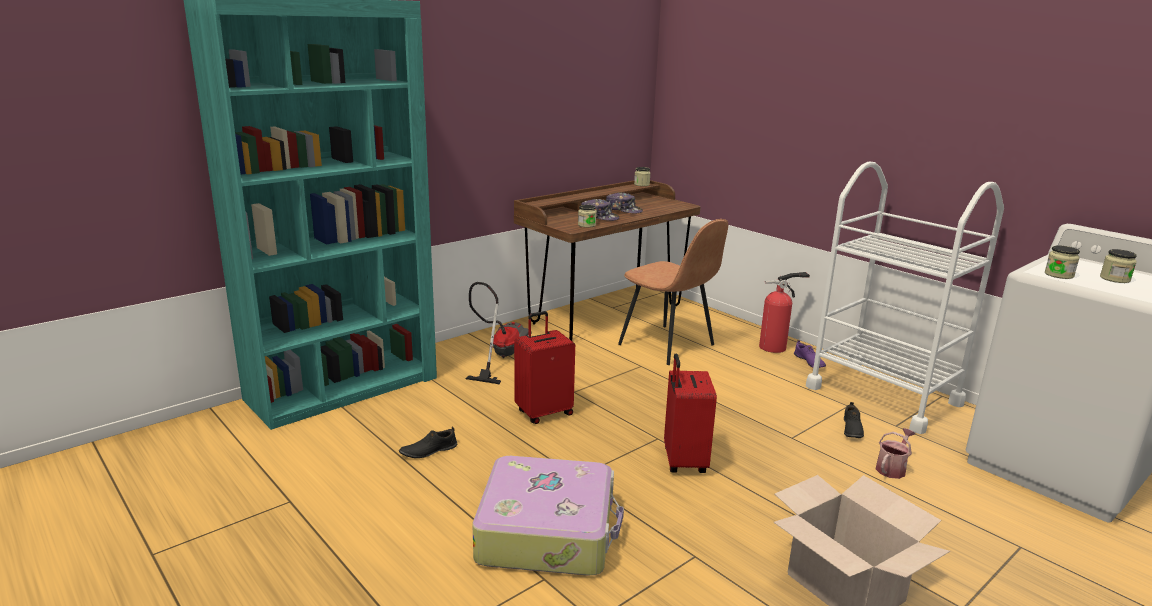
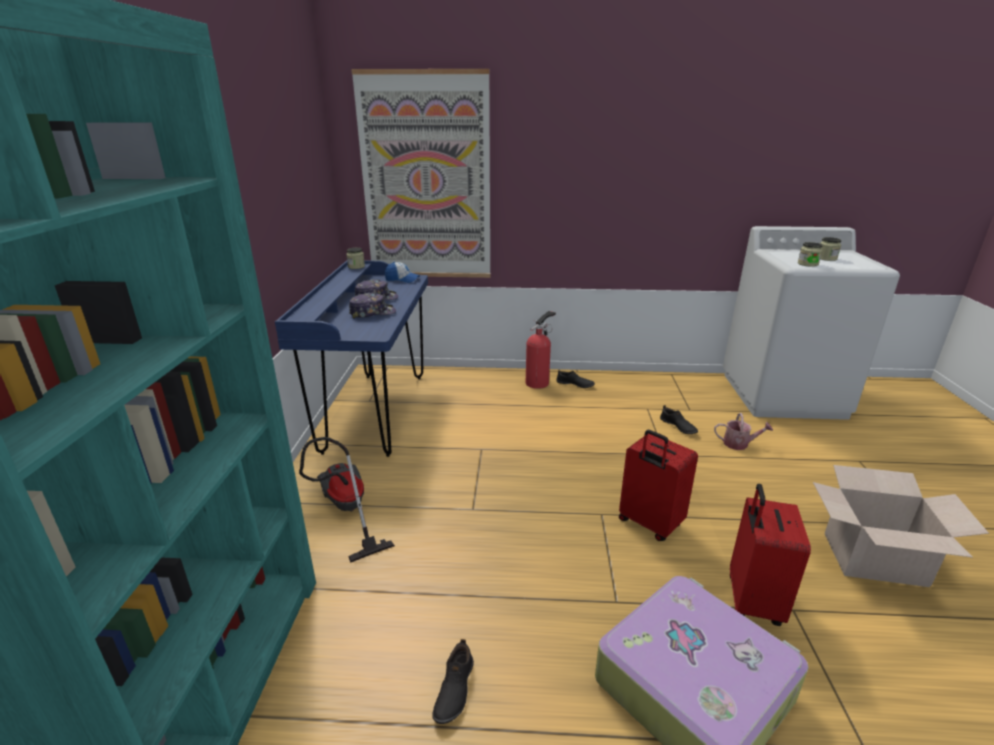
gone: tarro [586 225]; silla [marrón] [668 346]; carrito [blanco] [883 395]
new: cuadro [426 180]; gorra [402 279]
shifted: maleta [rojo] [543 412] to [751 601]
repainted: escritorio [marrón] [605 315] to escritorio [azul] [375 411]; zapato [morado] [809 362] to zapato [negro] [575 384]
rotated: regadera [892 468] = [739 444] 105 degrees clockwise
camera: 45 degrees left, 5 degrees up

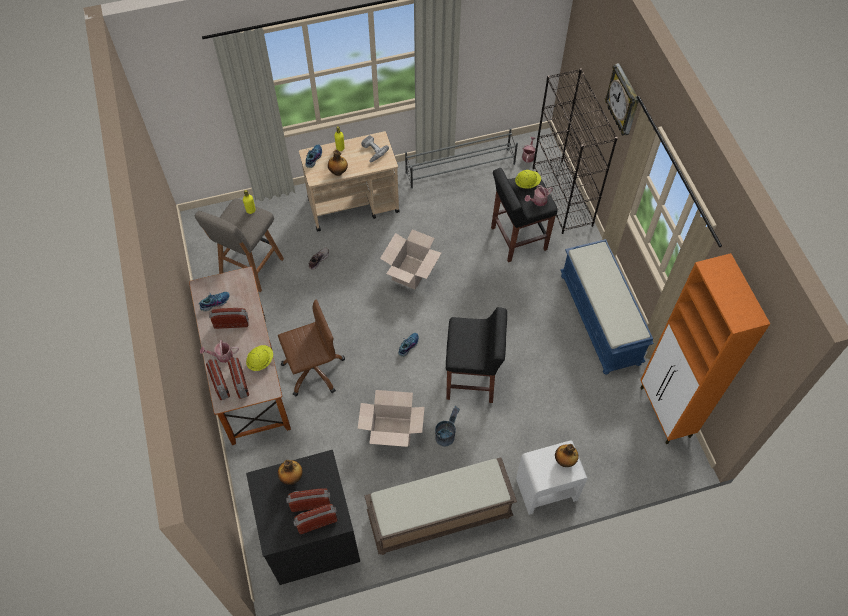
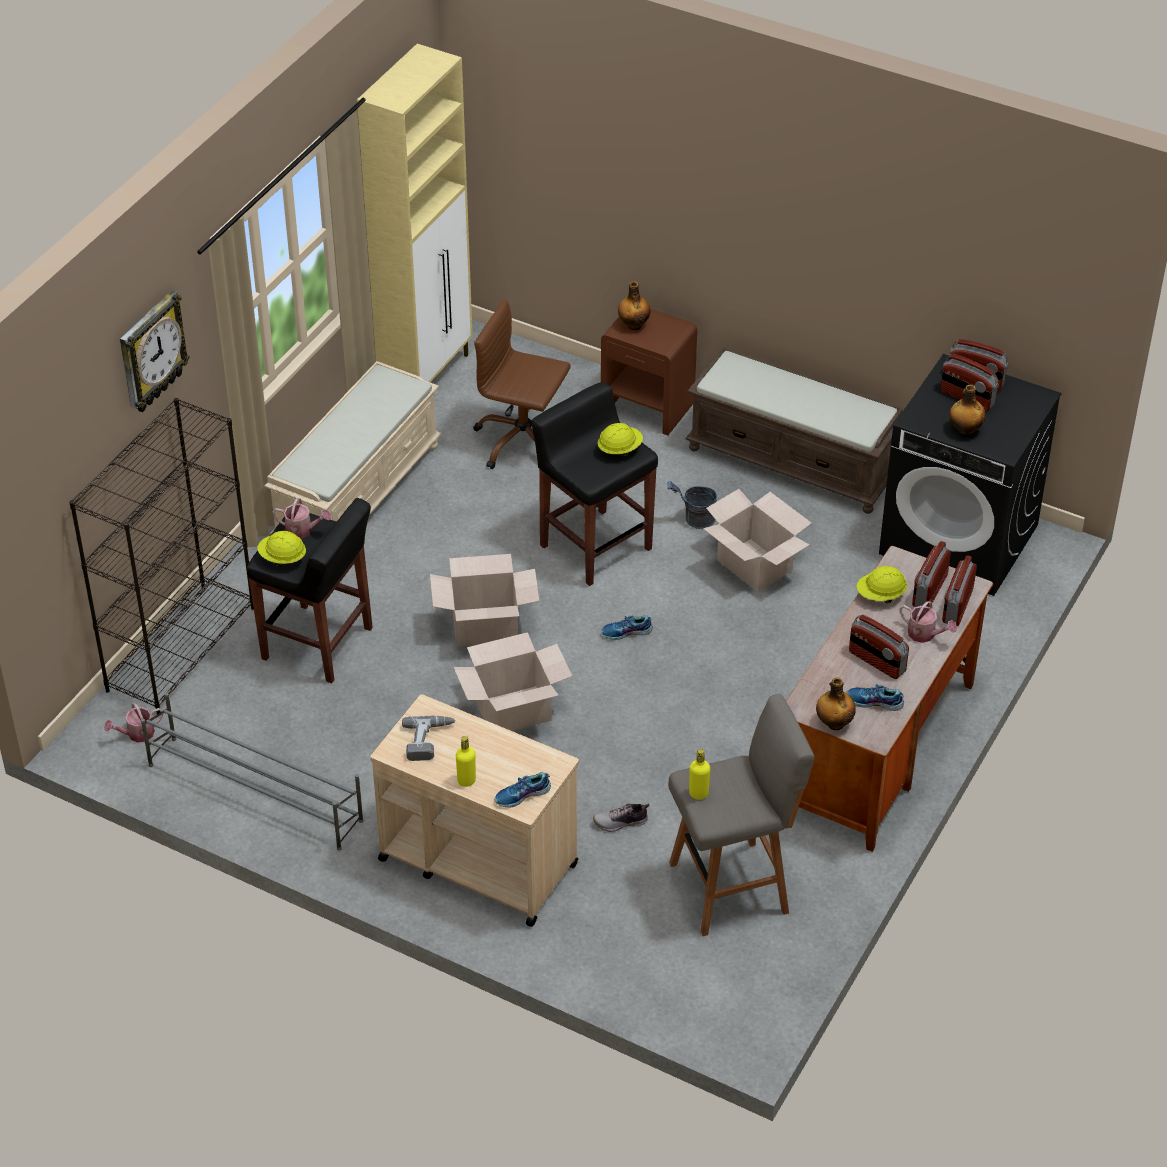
new: caja de cartón [485 627]; casco [amarillo] [620 449]
shifted: silla de oficina [marrón] [313 369] to [523 441]; botella [338 172] to [834 723]
repainted: mesita de noche [blanco] [546 489] to mesita de noche [marrón] [648 407]; banco [azul] [601 319] to banco [beis] [357 493]; armario [naranja] [665 413] to armario [beis] [427 375]
camera: 135 degrees left, 15 degrees down

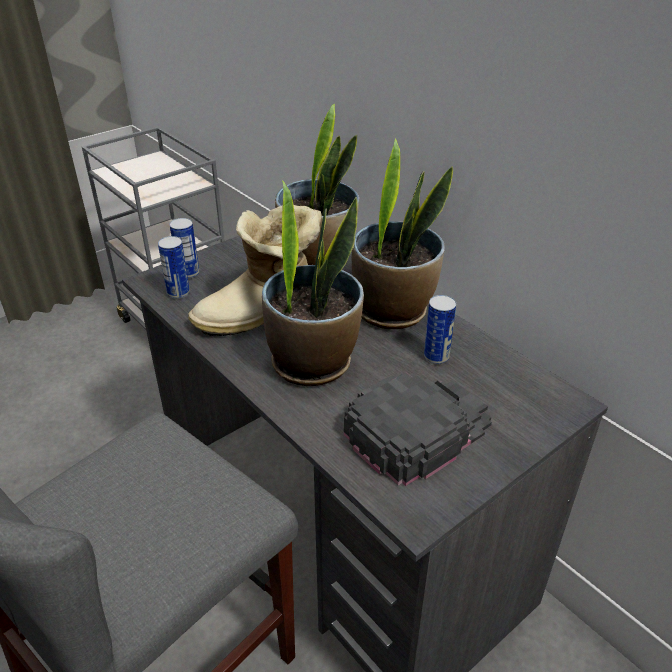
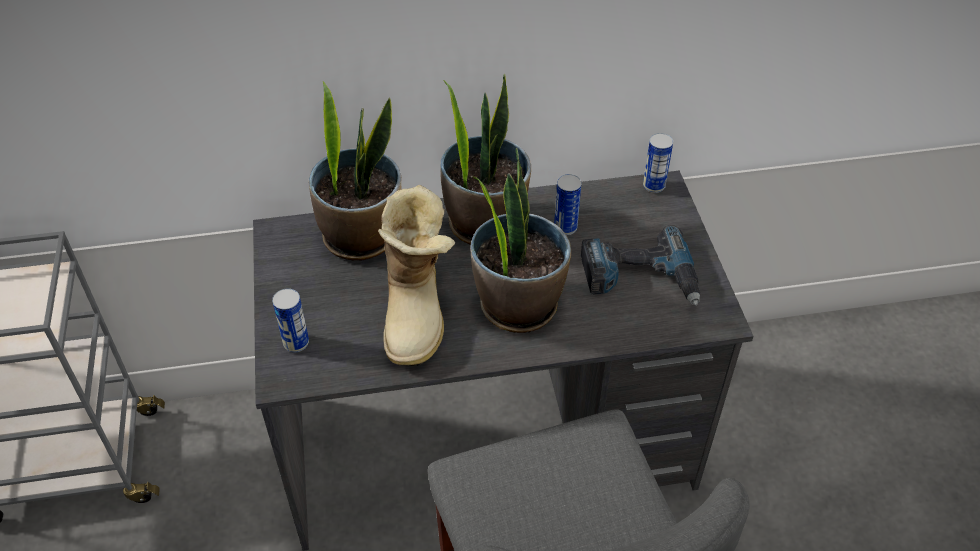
shifted: lata [178 293] to [654 186]
swapped: gorra [negro] [418 429] to taladro [639 278]
camera: 60 degrees left, 10 degrees up

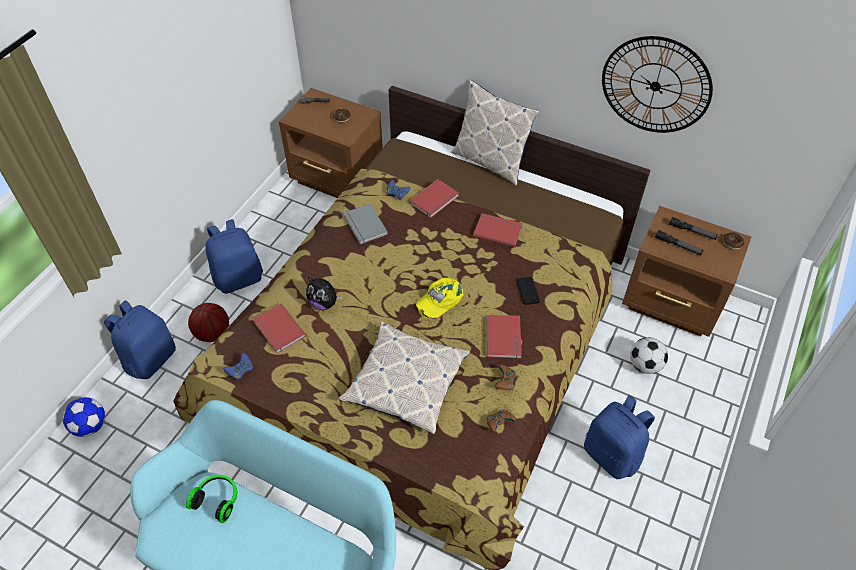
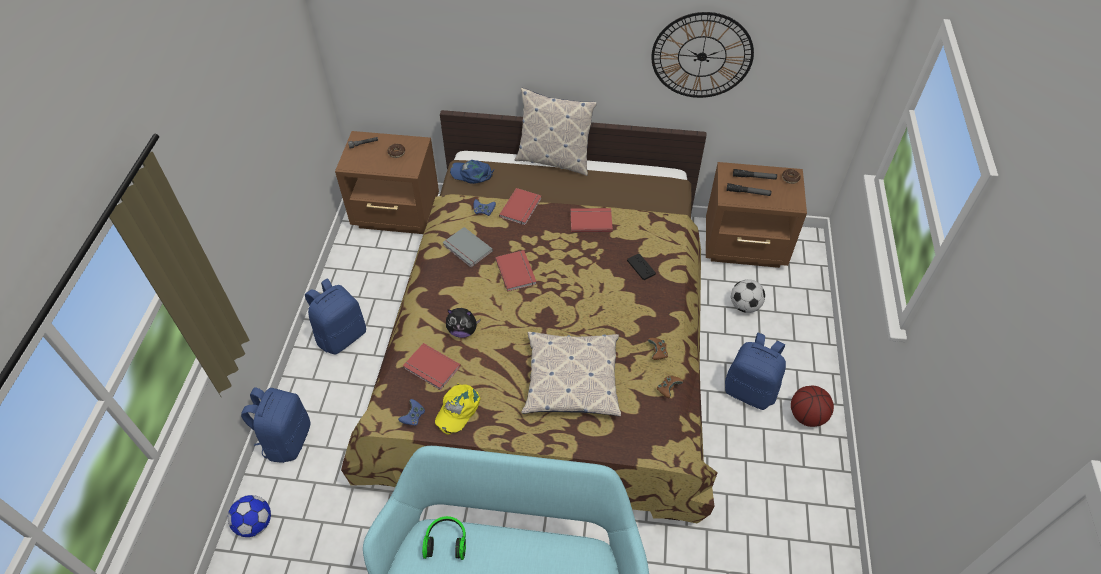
new: gorra [azul] [472 174]
shifted: balón de baloncesto [212 333] to [806 415]; gorra [amarillo] [440 299] to [457 409]; libro [rojo] [505 337] to [517 271]
camera: 20 degrees left, 0 degrees up

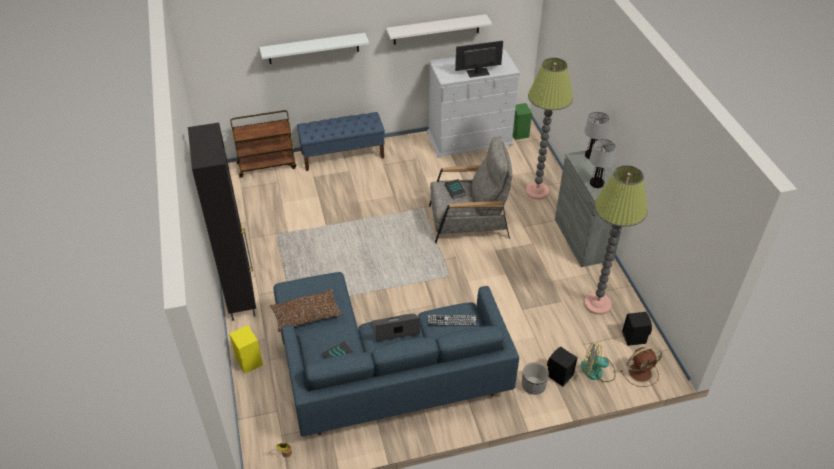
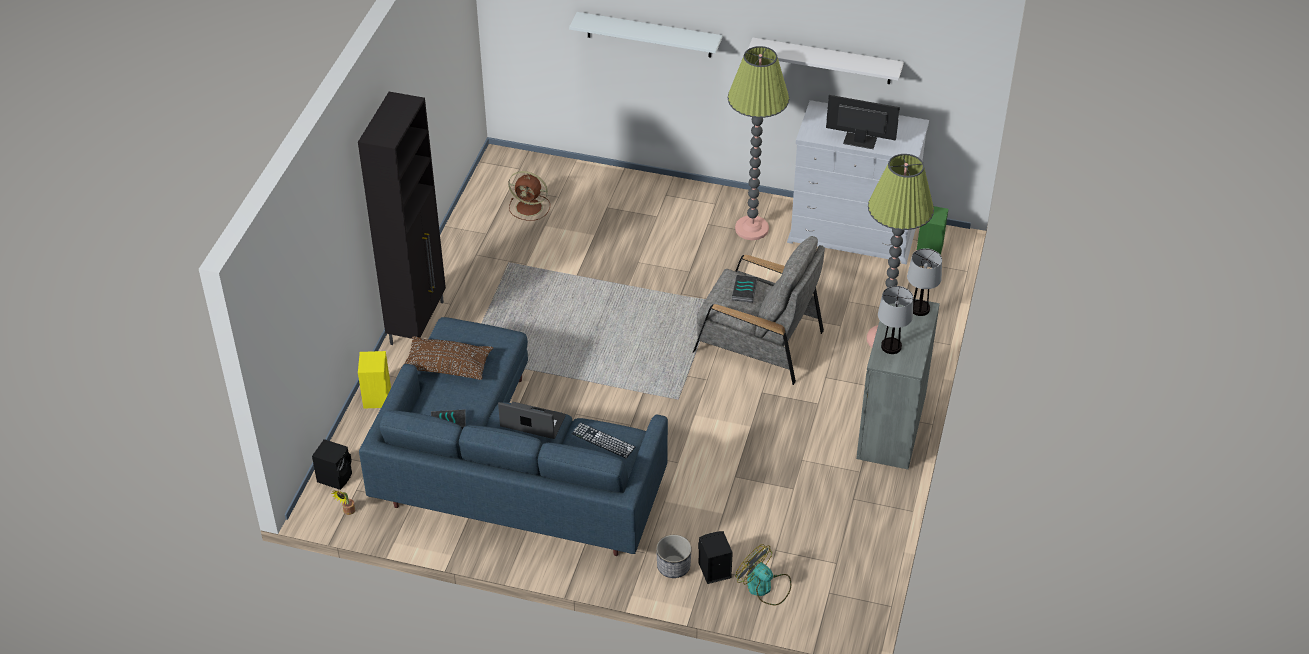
gone: carrito [marrón] [267 165]; banco [azul] [343 155]
shifted: lámpara de pie [597 304] to [751 229]; ventilador [marrón] [641 372] to [530 207]; altavoz [negro] [634 337] to [335 477]
camera: 30 degrees right, 0 degrees up

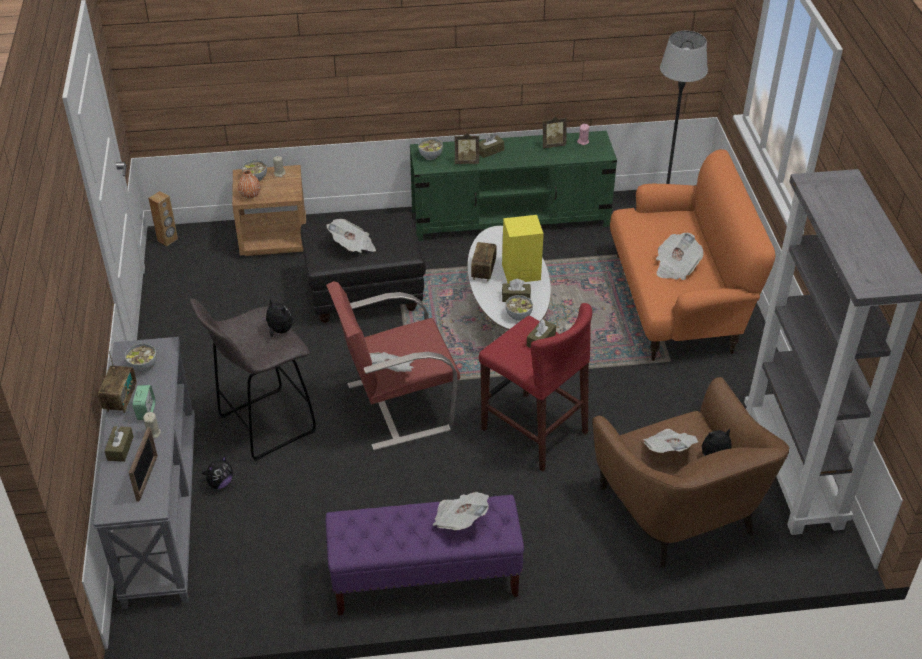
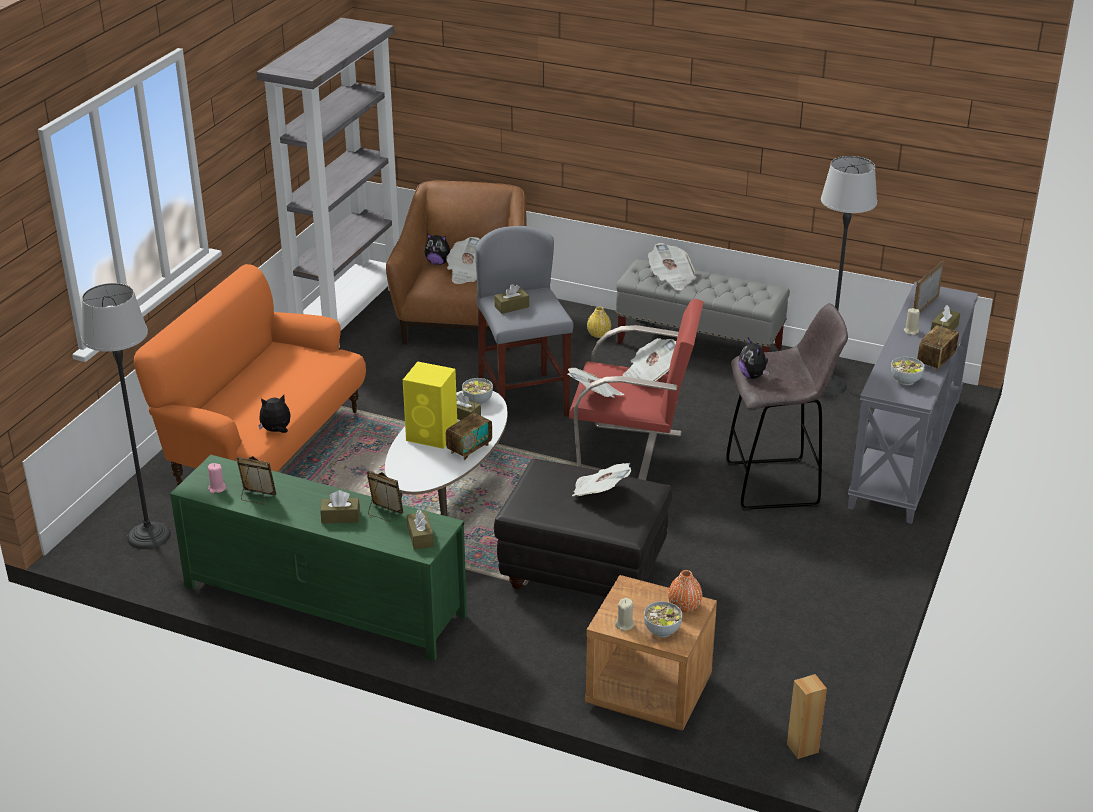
gone: despertador [146 411]
new: florero [amarillo] [598 334]; lámpara de pie [828 385]
shifted: peluche [220 483] to [276 431]; periódico [675 267] to [595 396]
swapped: cuenco [430 156] to caja de pañuelos [marrón] [420 537]
repainted: banco [morado] [424 579] to banco [gris] [699 346]; taburete [rojo] [534 431] to taburete [gris] [523 400]
camera: 150 degrees left, 10 degrees down

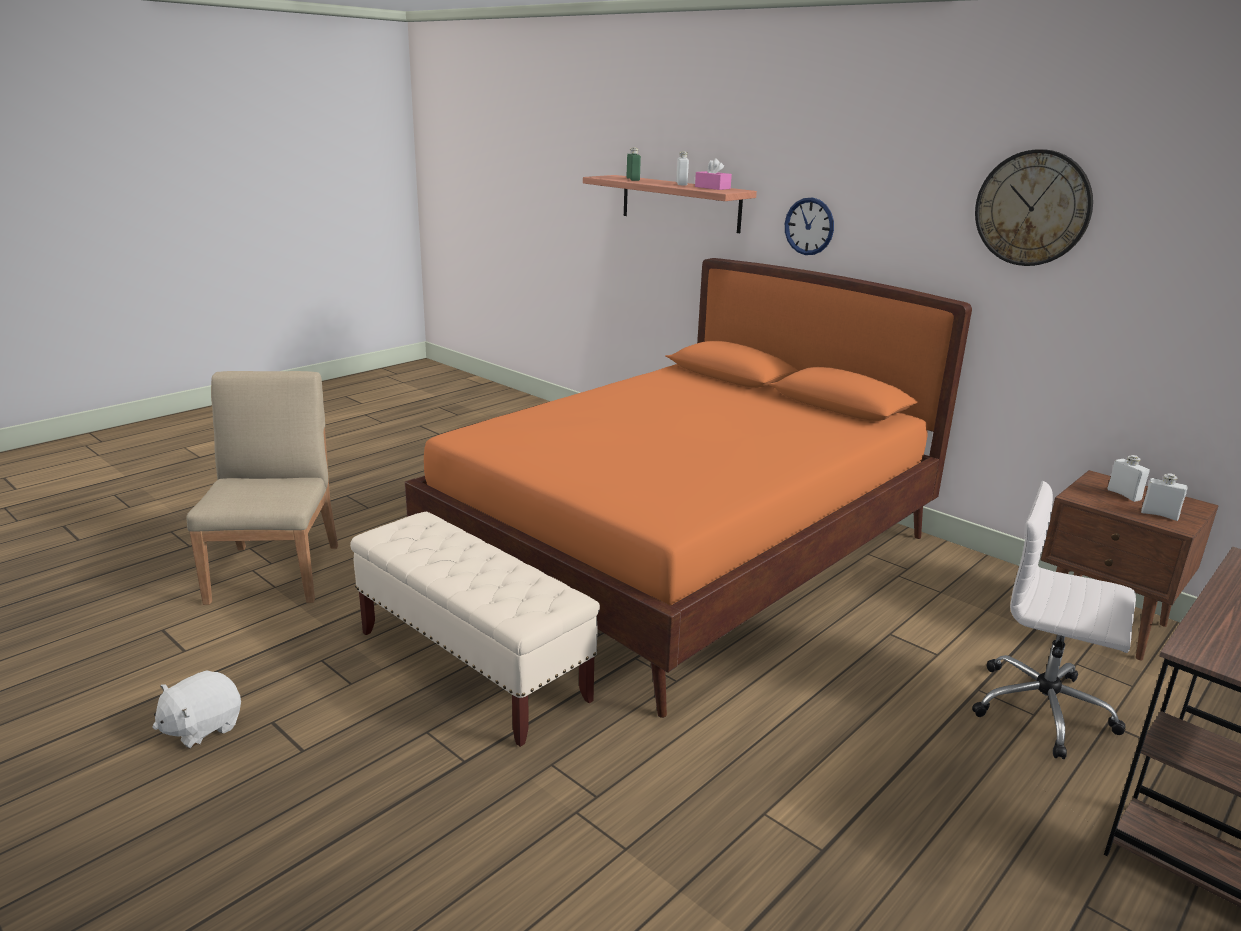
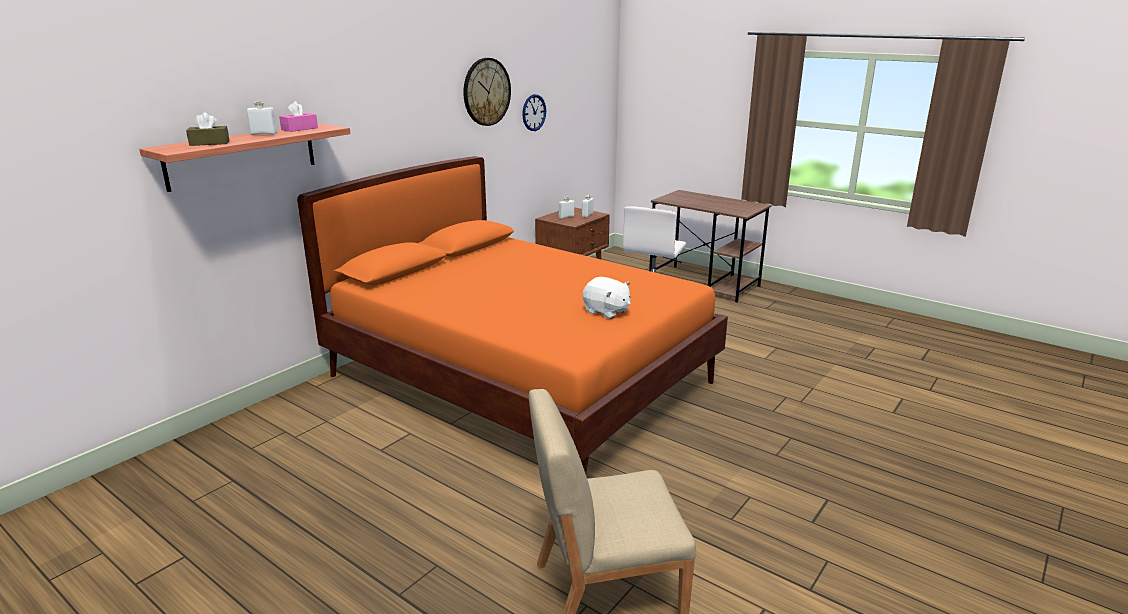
gone: banco [beis] [472 666]
shifted: peluche [blanco] [202 727] to [606 312]; reloj de pared [809 226] to [534 112]
swapped: botella [verde] [633 179] to caja de pañuelos [marrón] [209 143]
camera: 95 degrees left, 0 degrees up

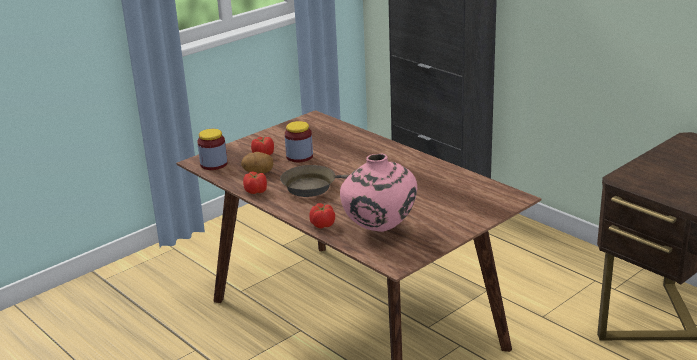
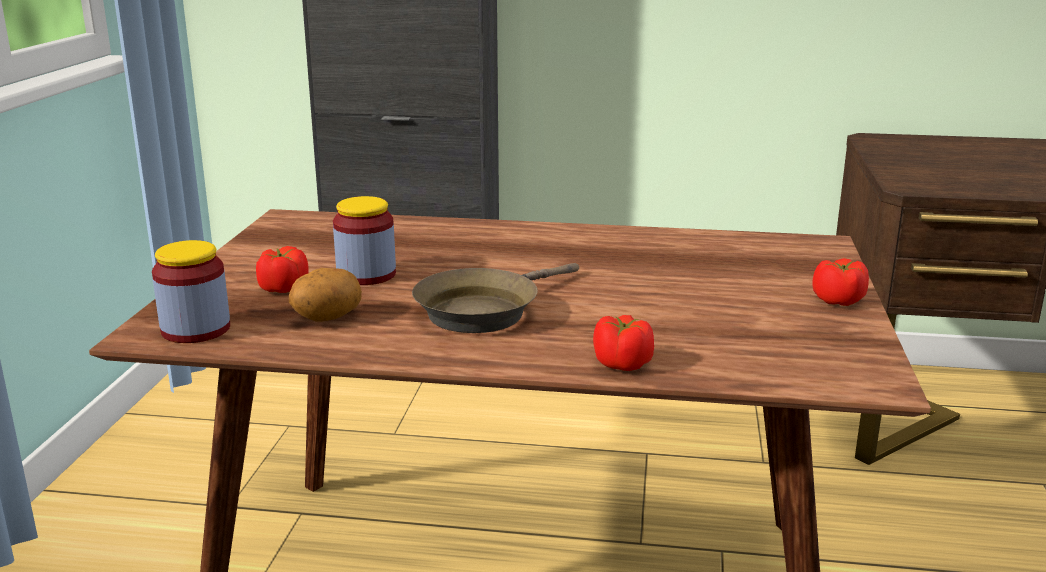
gone: florero [rosa] [379 230]
shifted: tomate [256 191] to [838 301]
camera: 40 degrees left, 5 degrees down

